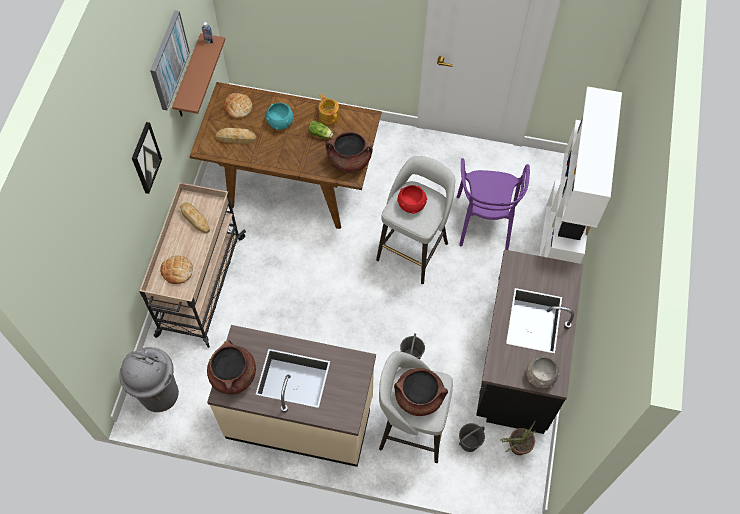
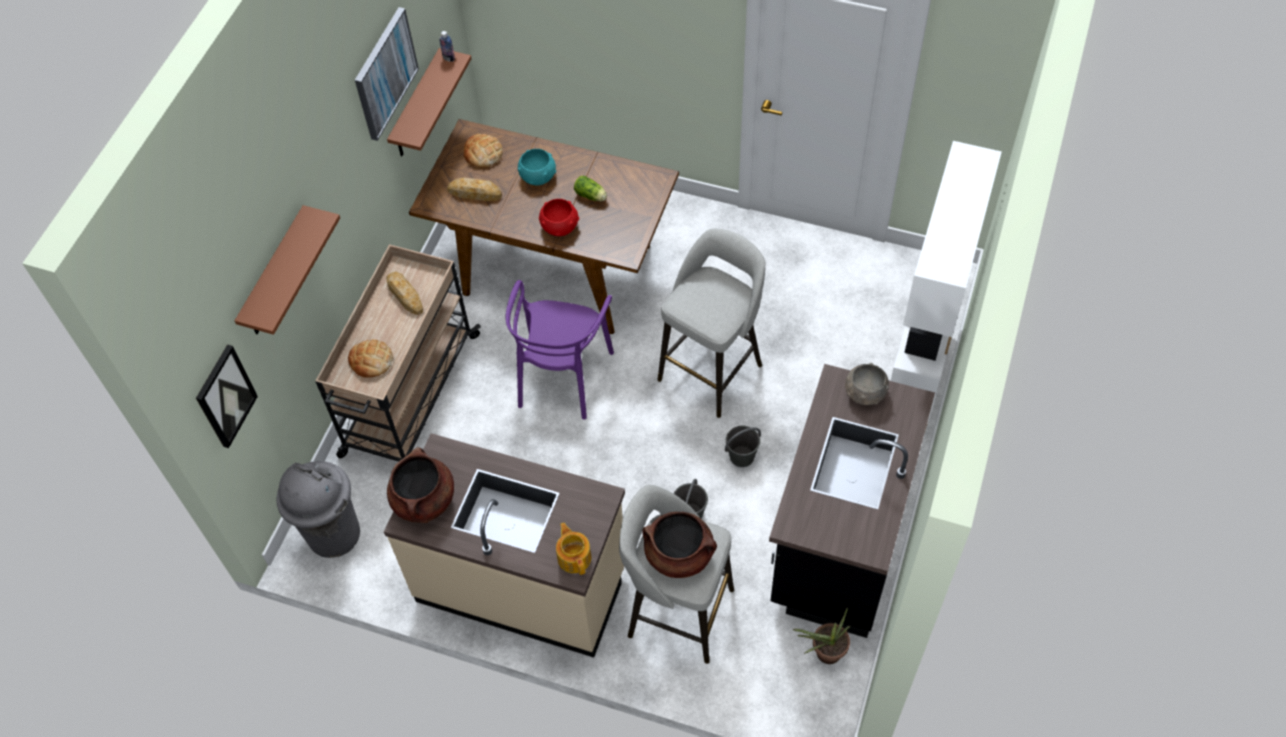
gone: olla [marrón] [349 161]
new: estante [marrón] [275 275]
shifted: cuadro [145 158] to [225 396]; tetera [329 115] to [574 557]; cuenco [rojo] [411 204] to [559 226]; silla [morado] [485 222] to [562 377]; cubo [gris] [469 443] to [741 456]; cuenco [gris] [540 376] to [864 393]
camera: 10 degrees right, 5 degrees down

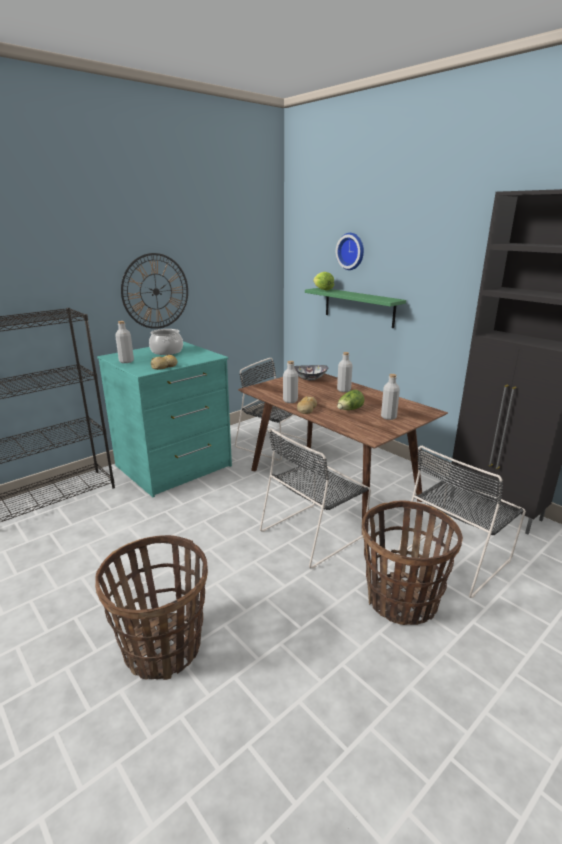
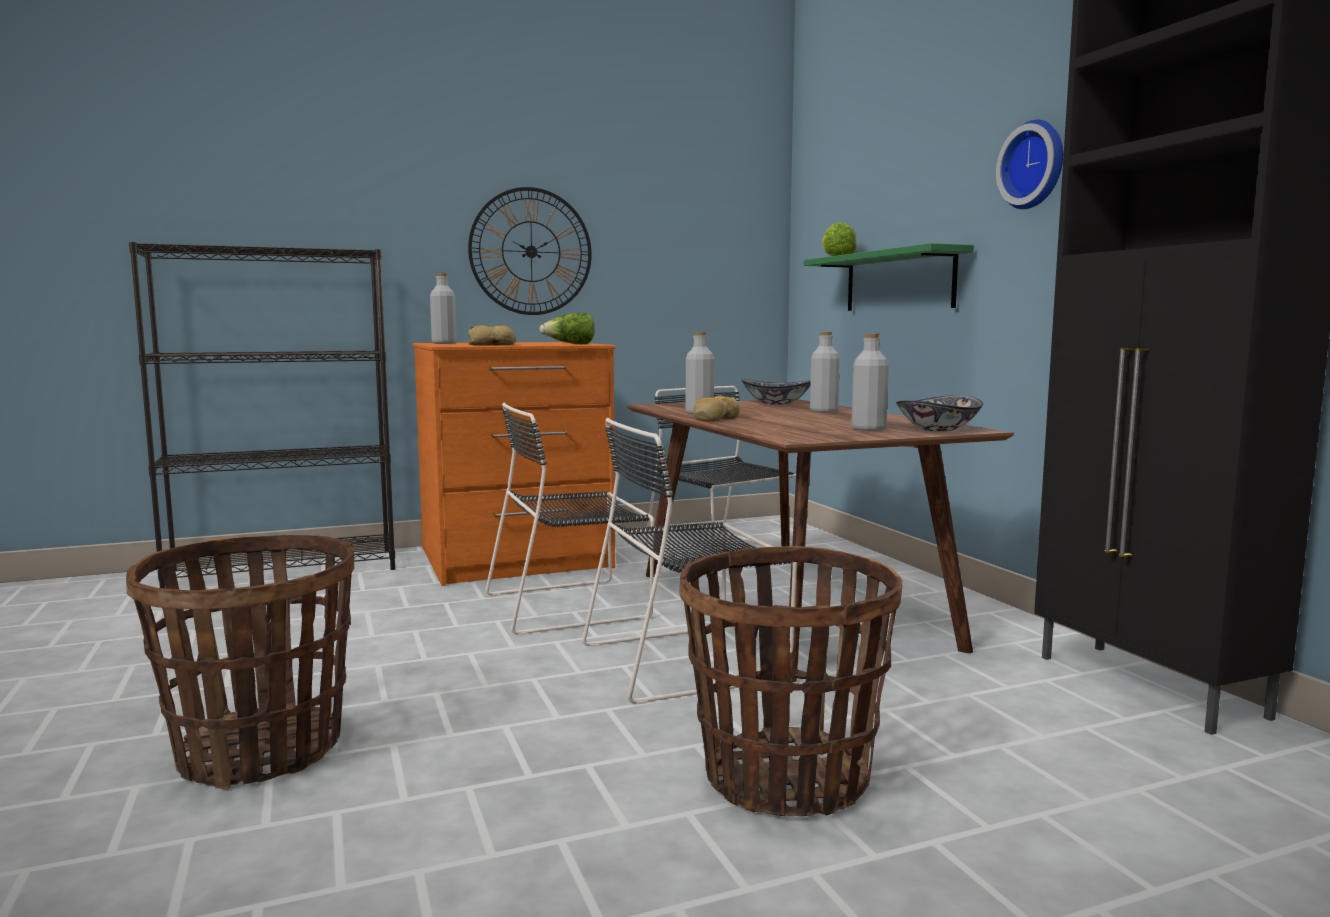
gone: olla [166 351]
new: cuenco [939 429]
shifted: reloj de pared [351 251] to [1035 165]; lechuga [349 410] to [570 344]; silla [negro] [456 556] to [572 605]
repainted: cómoda [turquesa] [174 466] to cómoda [naranja] [515 558]
camera: 20 degrees right, 15 degrees down

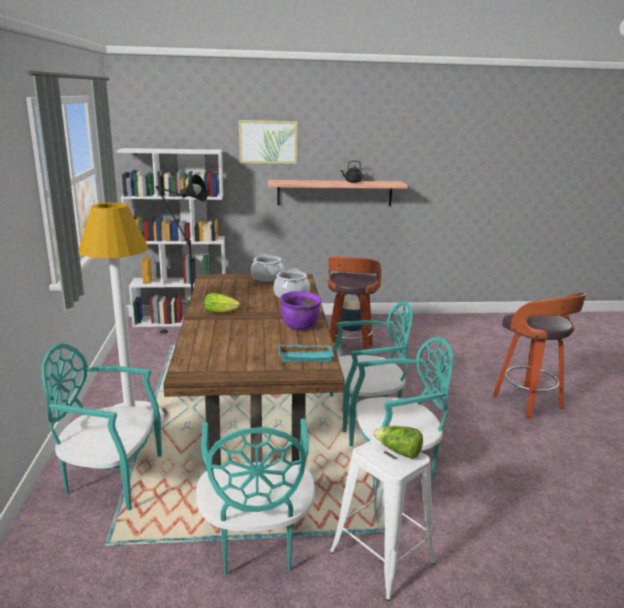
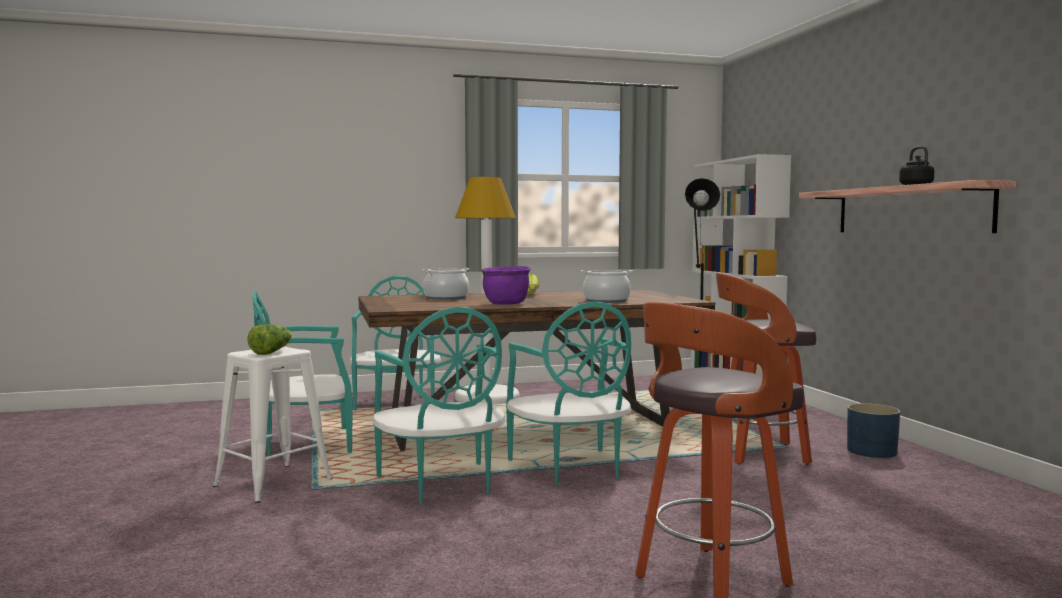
gone: cuadro [268 142]; bandeja [turquesa] [306 356]
shifted: olla [267 279] to [446 298]
camera: 80 degrees right, 15 degrees down

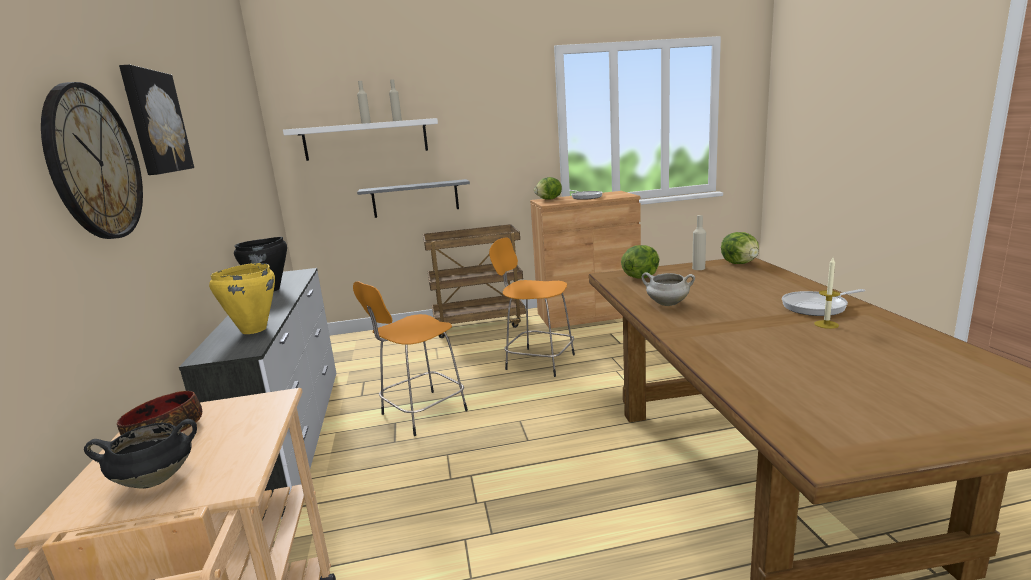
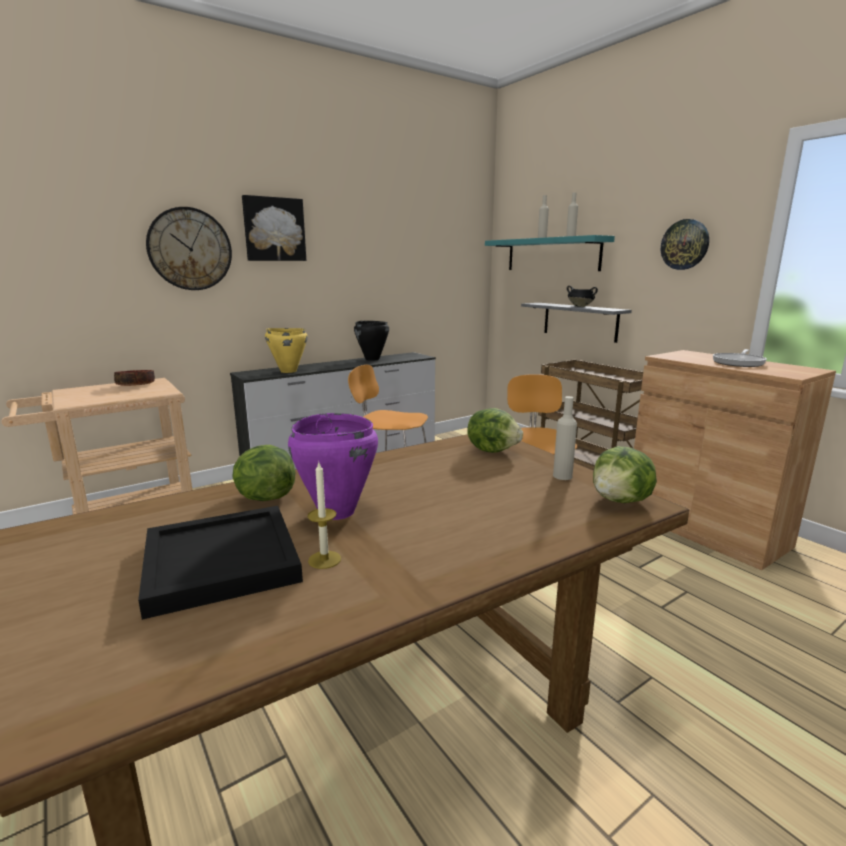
gone: olla [blanco] [667 304]; sartén [817 307]
new: bandeja [negro] [223 561]; olla [morado] [336 512]; reloj de pared [685 244]
shifted: olla [negro] [157 479] to [580 306]; lechuga [549 199] to [264 498]
repainted: estante [blanco] [366 139] to estante [turquesa] [552 254]
camera: 65 degrees right, 0 degrees up

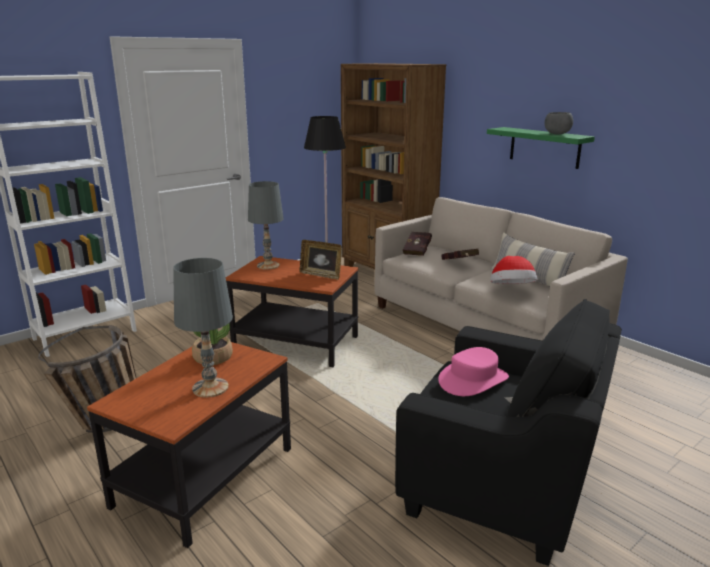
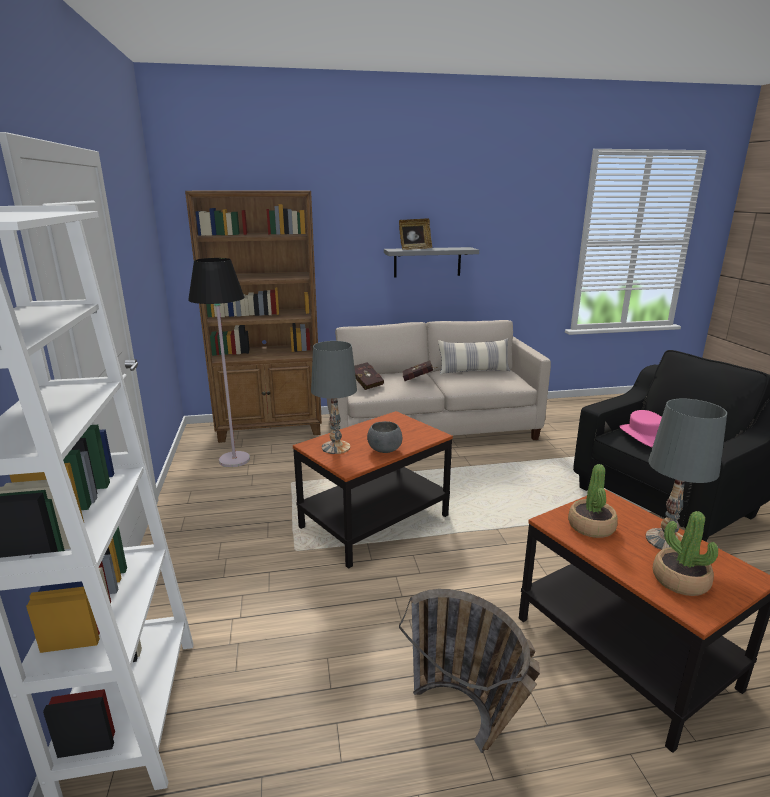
gone: sombrero [511 290]
new: planta en maceta [680 580]
shifted: portarretratos [321 275] to [414 249]; cuenco [gris] [557 134] to [384 450]
repainted: estante [verde] [544 147] to estante [gris] [427 262]
camera: 60 degrees left, 0 degrees up

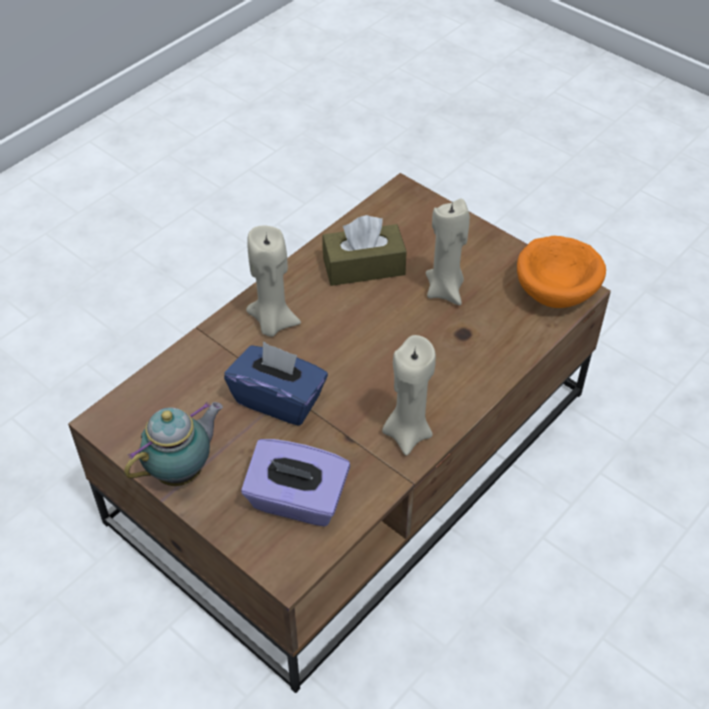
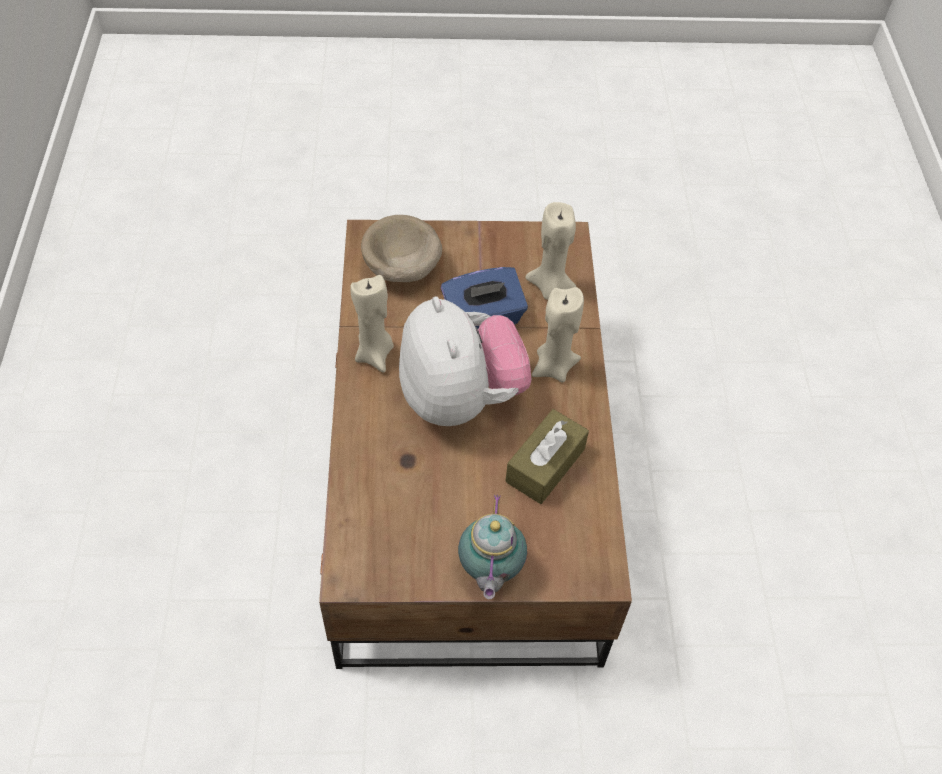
gone: cuenco [naranja] [557 291]
new: peluche [460 398]
shifted: tetera [182 471] to [489 572]; vela [beis] [445 290] to [550 288]
swapped: caja de pañuelos [morado] [297 501] to cuenco [beis] [401 269]
camera: 135 degrees right, 5 degrees up

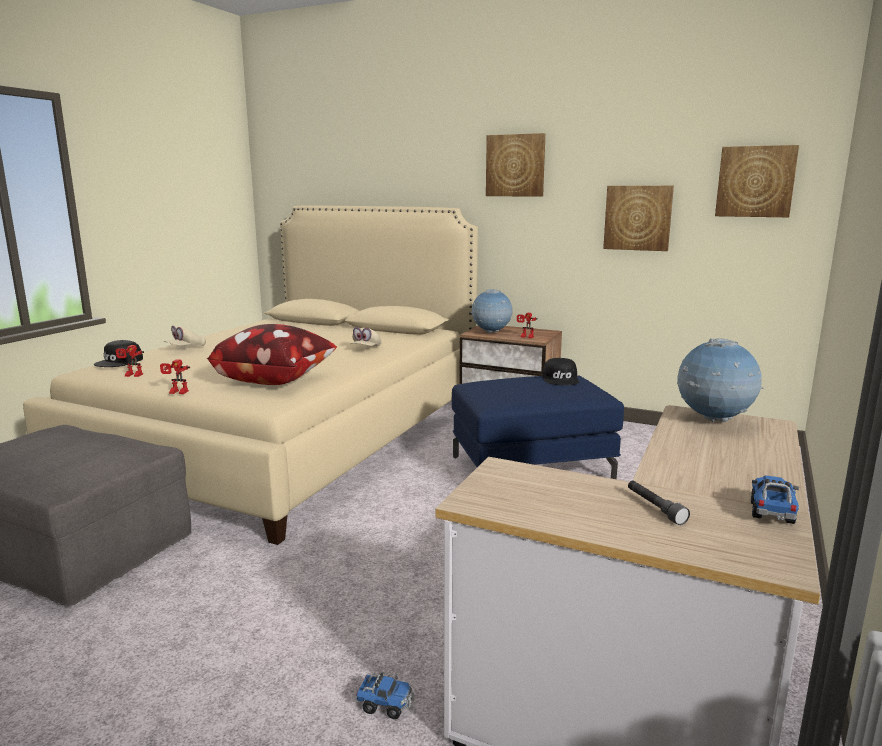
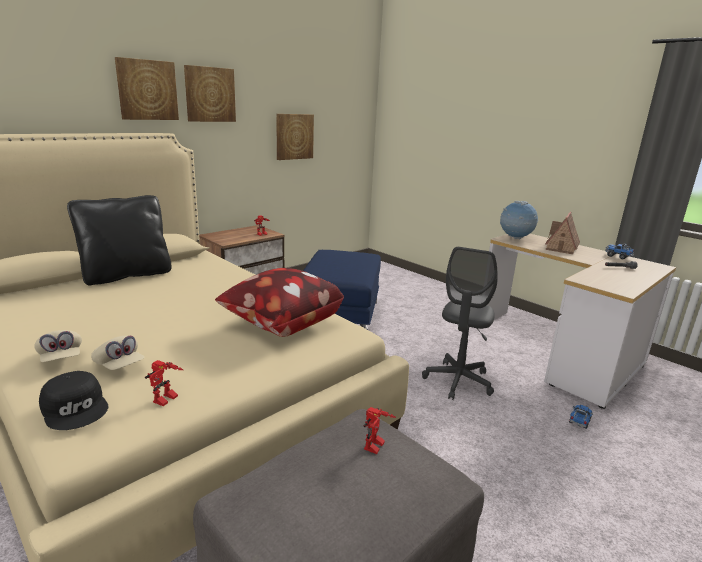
gone: globo terráqueo [491 333]; gorra [negro] [561 379]
new: cojín [negro] [127 275]; silla de oficina [gris] [458 381]; casita [561 247]
shifted: robot de juguete [176 393] to [376 447]; gorra [beis] [366 349] to [119 366]; cuadro [755 181] to [147 90]
camera: 70 degrees left, 5 degrees up

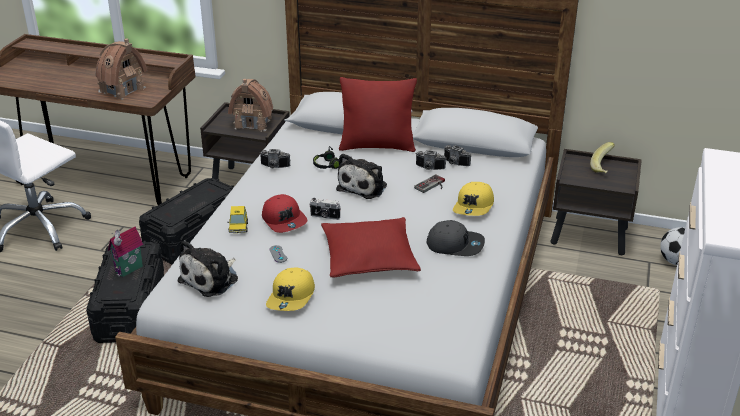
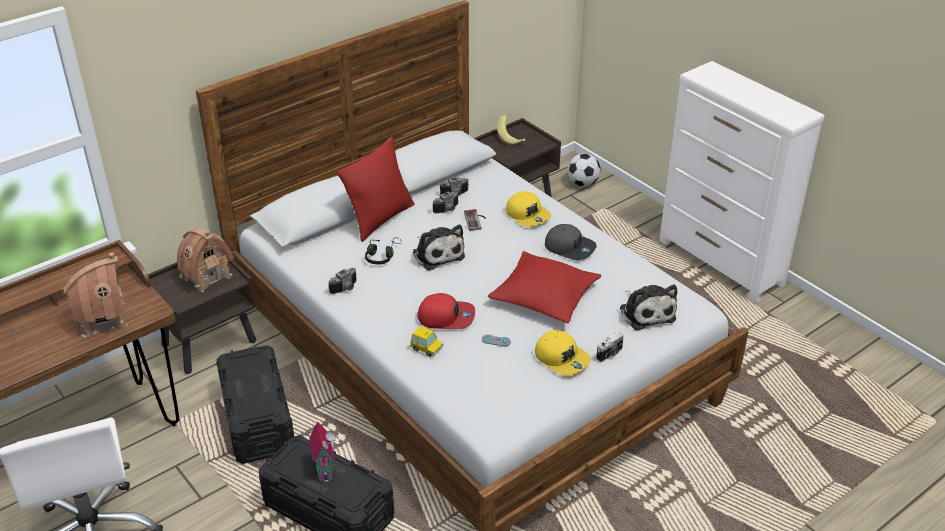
shifted: peluche [211 279] to [646 312]; cámara [325 216] to [610 354]
rotated: gorra [gris] [455 244] = [570 247] 75 degrees clockwise
camera: 55 degrees left, 5 degrees up

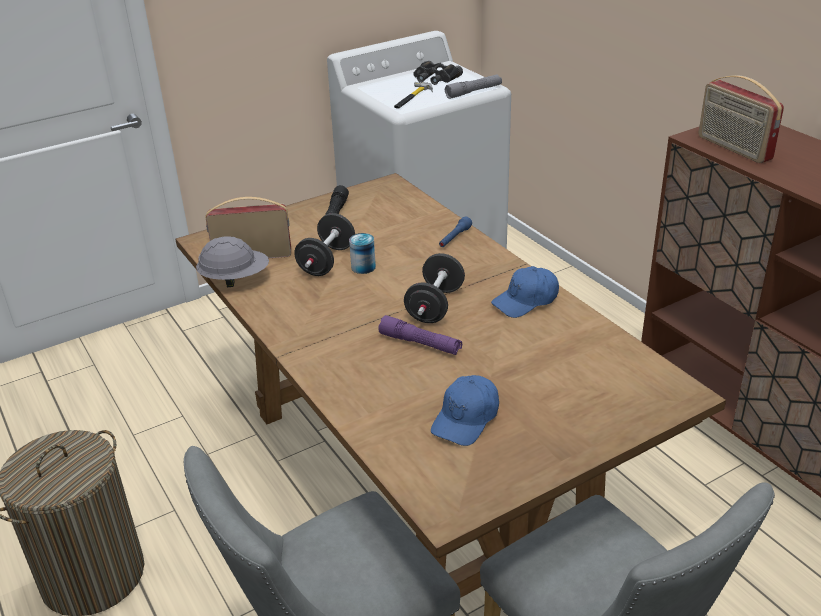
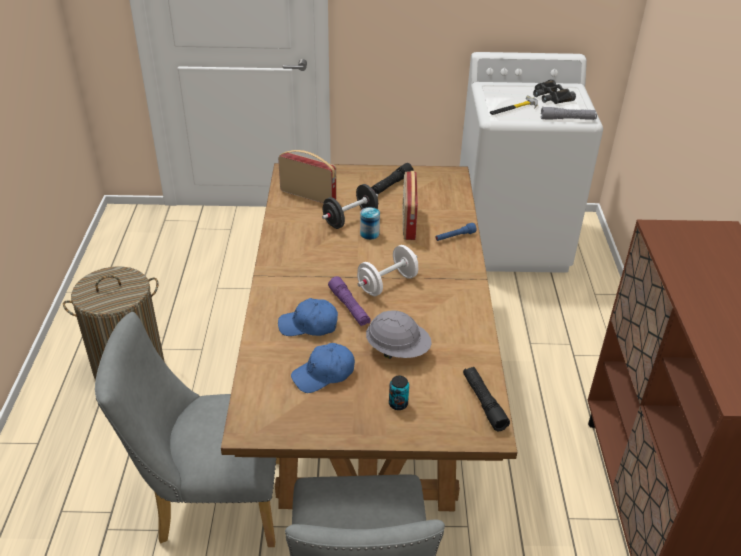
new: lata [398 404]; linterna [negro] [484 402]
shifted: casco [gris] [235 279] to [398 350]; gorra [azul] [526 301] to [309 325]; radio [733 148] to [408 223]
repainted: mancuerna [negro] [435 306] to mancuerna [blanco] [387 284]
camera: 30 degrees right, 5 degrees up

